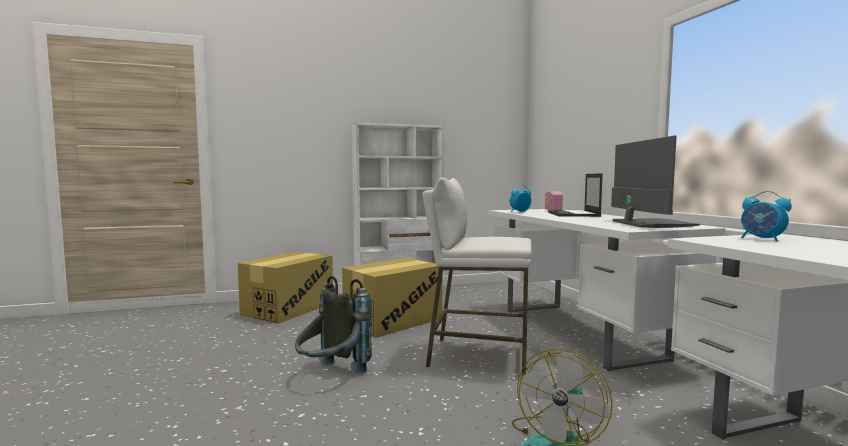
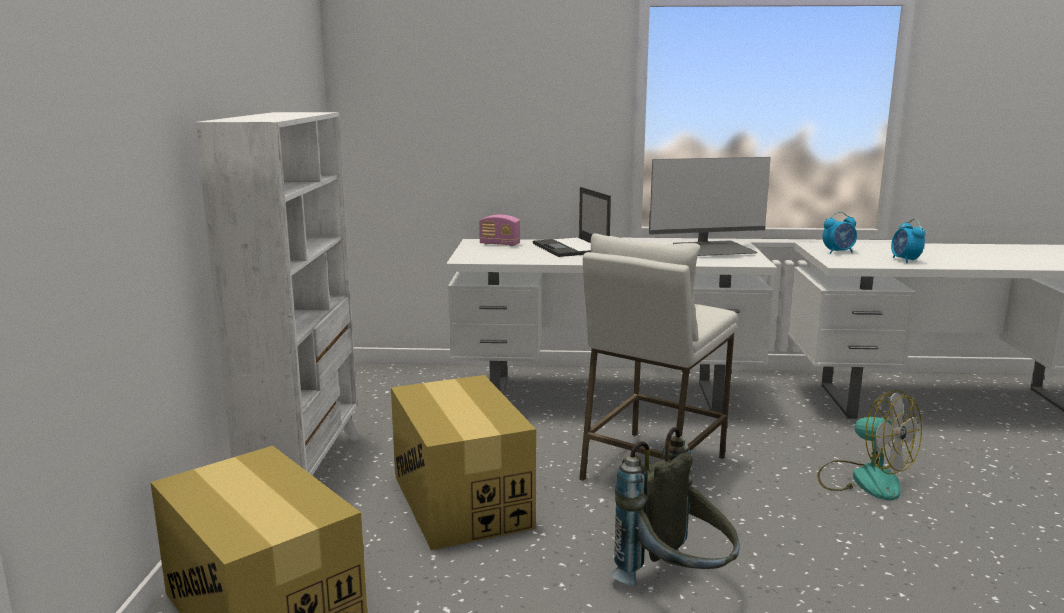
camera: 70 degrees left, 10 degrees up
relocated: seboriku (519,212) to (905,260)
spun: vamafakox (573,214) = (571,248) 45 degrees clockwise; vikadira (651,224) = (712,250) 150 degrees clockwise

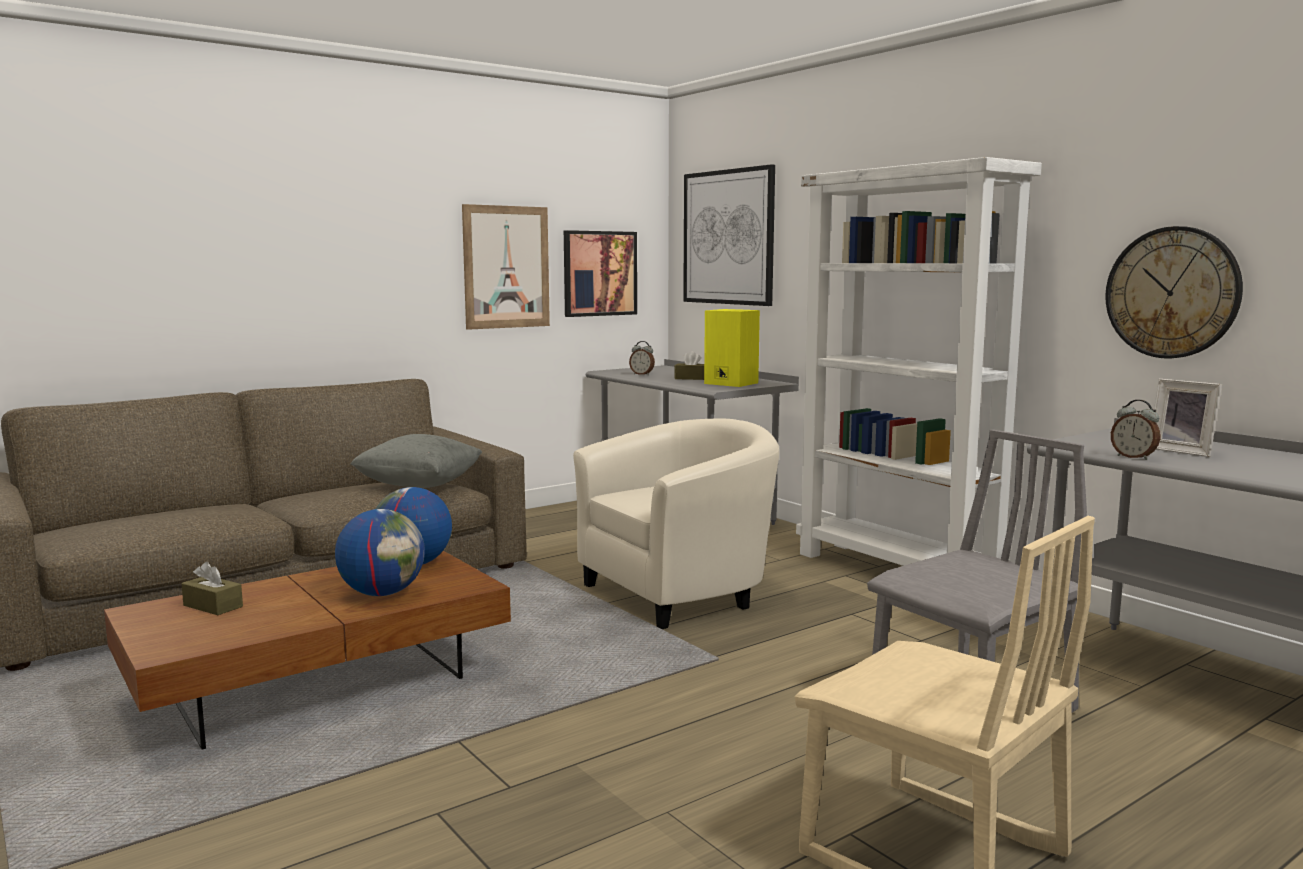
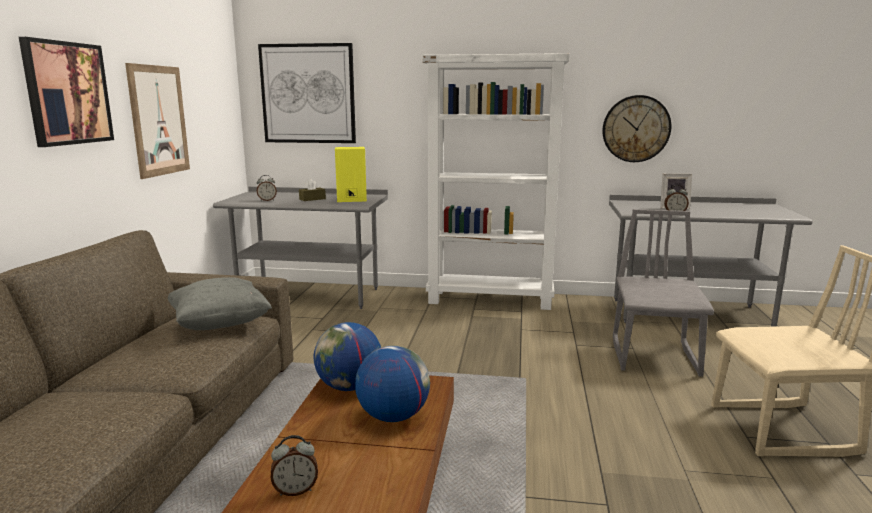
camera: 45 degrees left, 5 degrees up
missing: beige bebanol (680,593)
relocated: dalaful (599,273) to (67,93)
exchanged: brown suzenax (213,606) to seboriku (295,490)

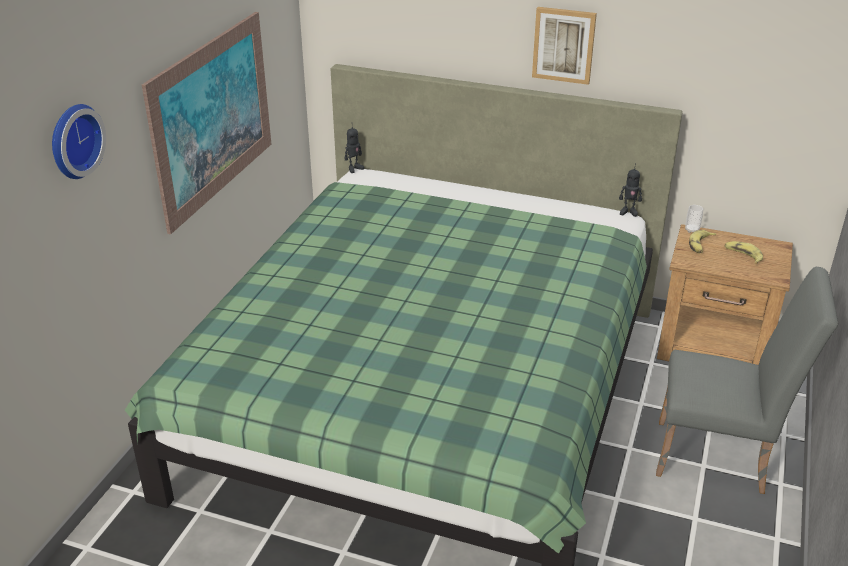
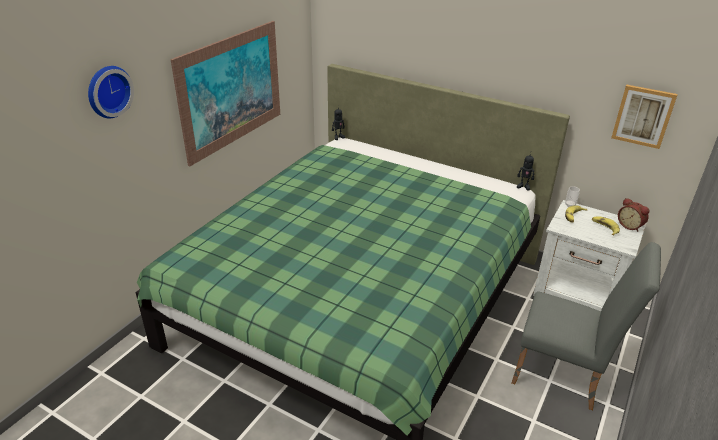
camera: 10 degrees right, 0 degrees up
appeared: seboriku (630,226)
relocated: dalaful (564,45) to (643,116)
colour: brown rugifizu (714,347) to white rugifizu (578,293)

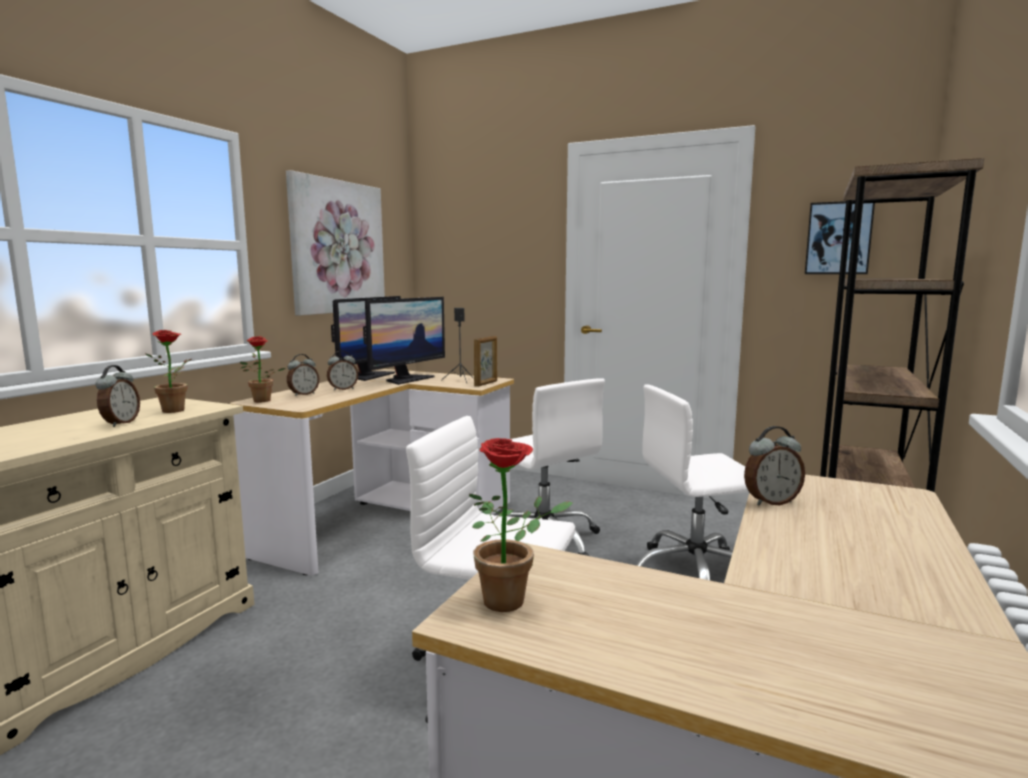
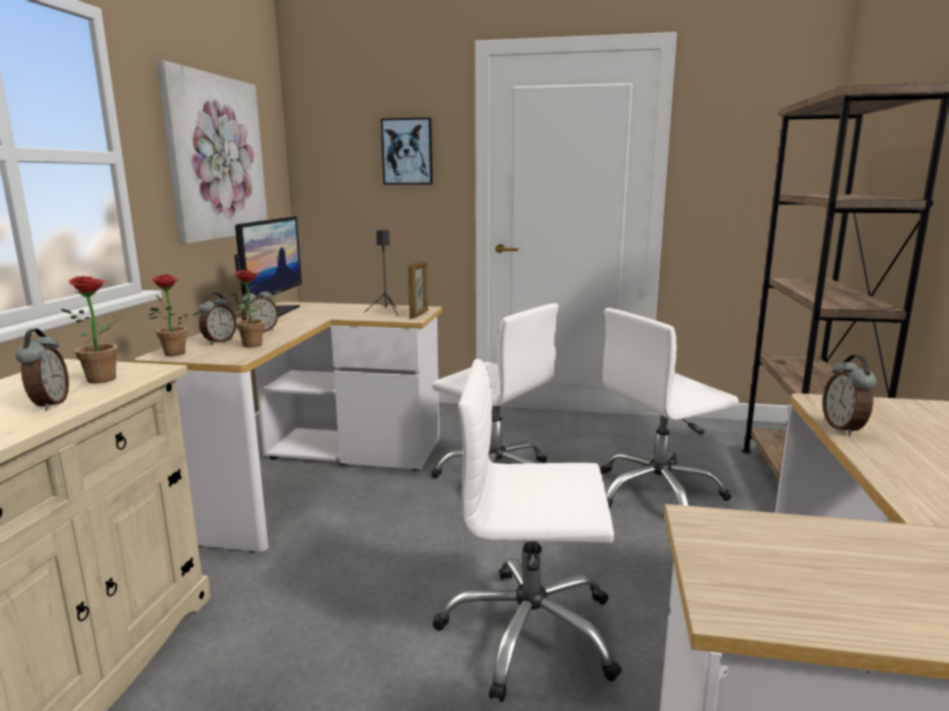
camera: 15 degrees left, 5 degrees up
missing: vikadira (406,379)
relocated: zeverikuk (513,601) to (257,344); dalaful (838,238) to (407,151)
spun: seboriku (771,502) = (844,428) 120 degrees clockwise

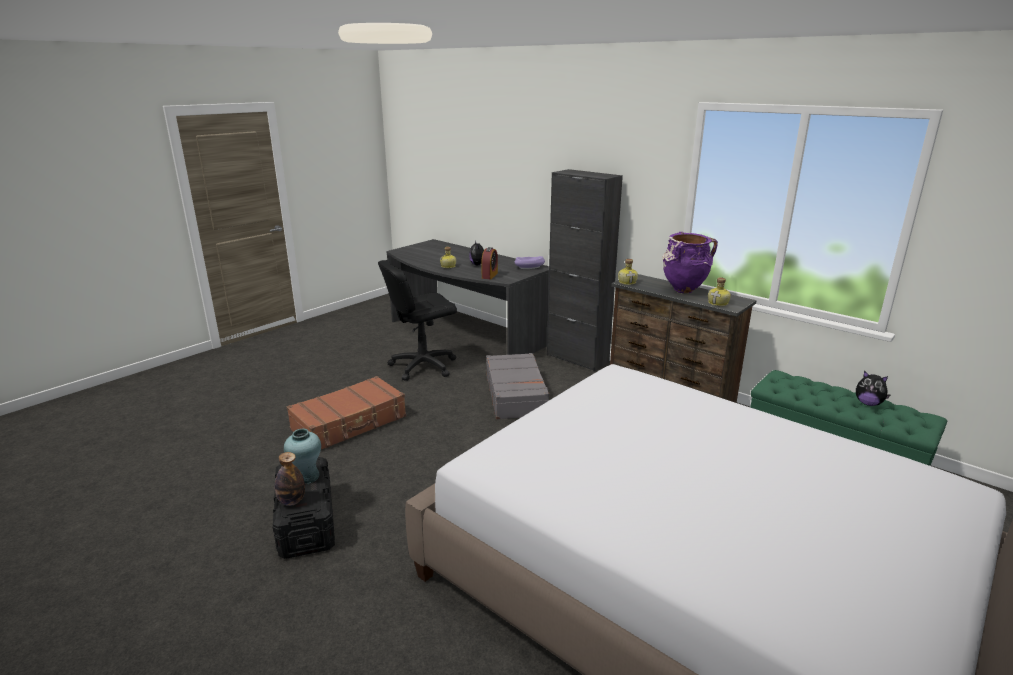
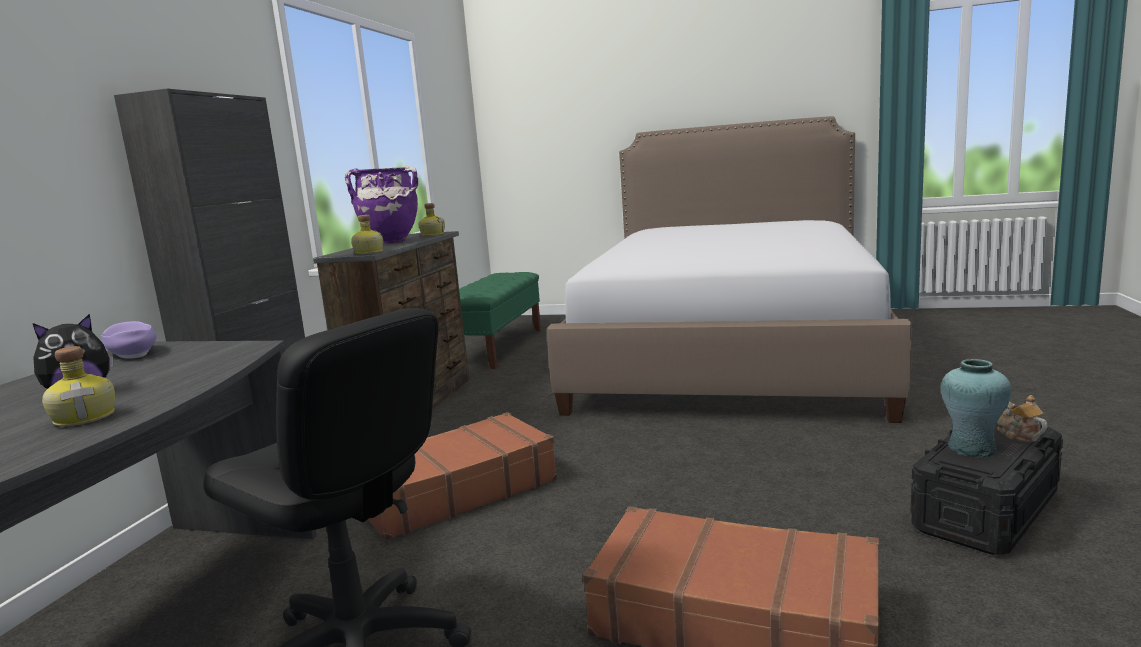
camera: 115 degrees left, 10 degrees down
missing: seboriku (489,275); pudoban (868,403)
exchanged: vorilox (292,501) to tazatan (1018,435)
colour: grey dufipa (516,395) to brown dufipa (455,491)

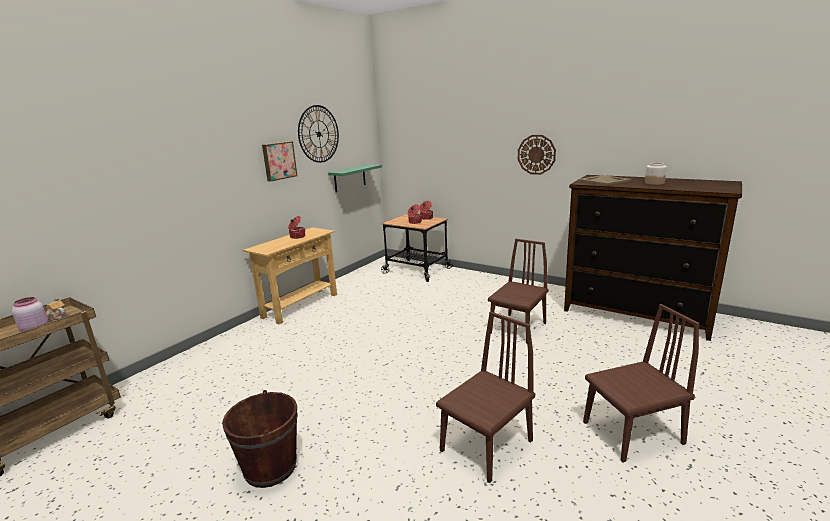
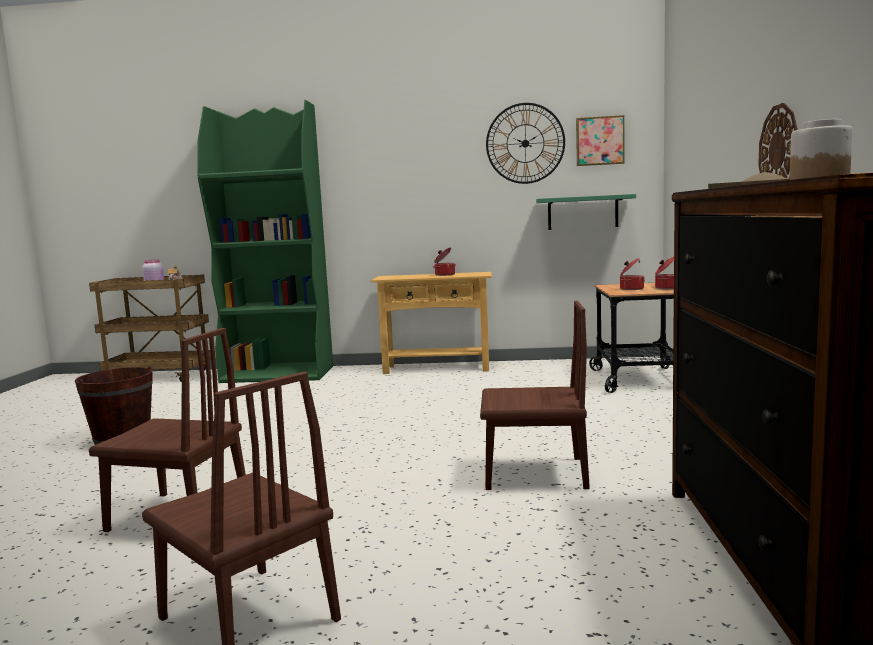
camera: 60 degrees right, 10 degrees down
appeared: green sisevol (279,374)
relocated: dalaful (278,160) to (599,141)

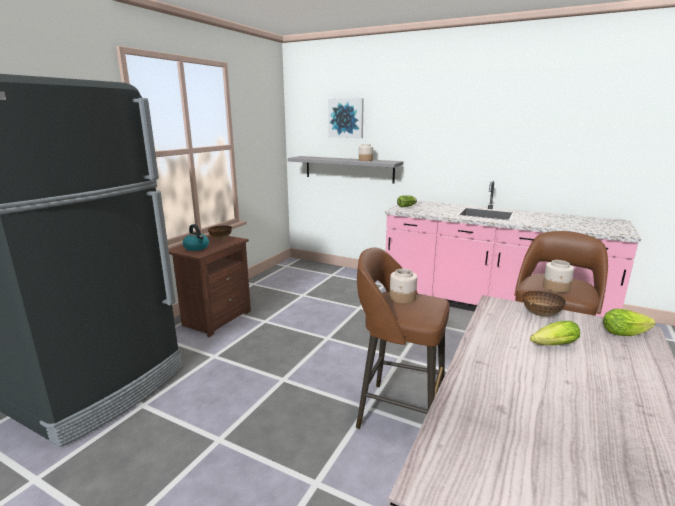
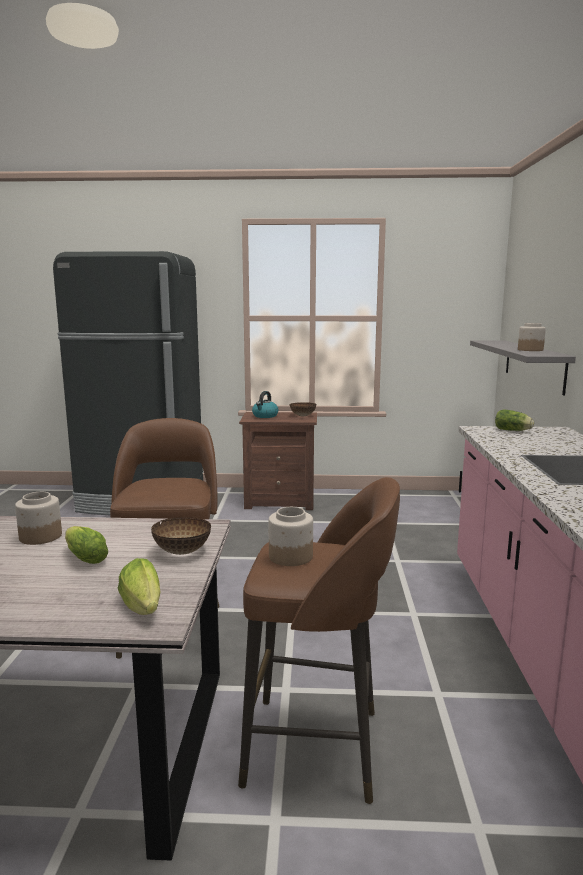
camera: 65 degrees right, 5 degrees down
missing: dalaful (346,118)
relocated: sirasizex (402,298) to (40,537)

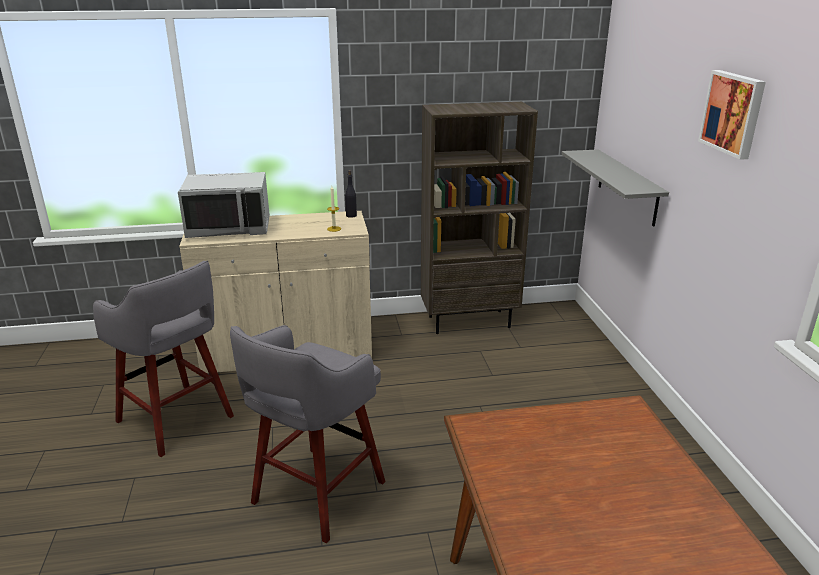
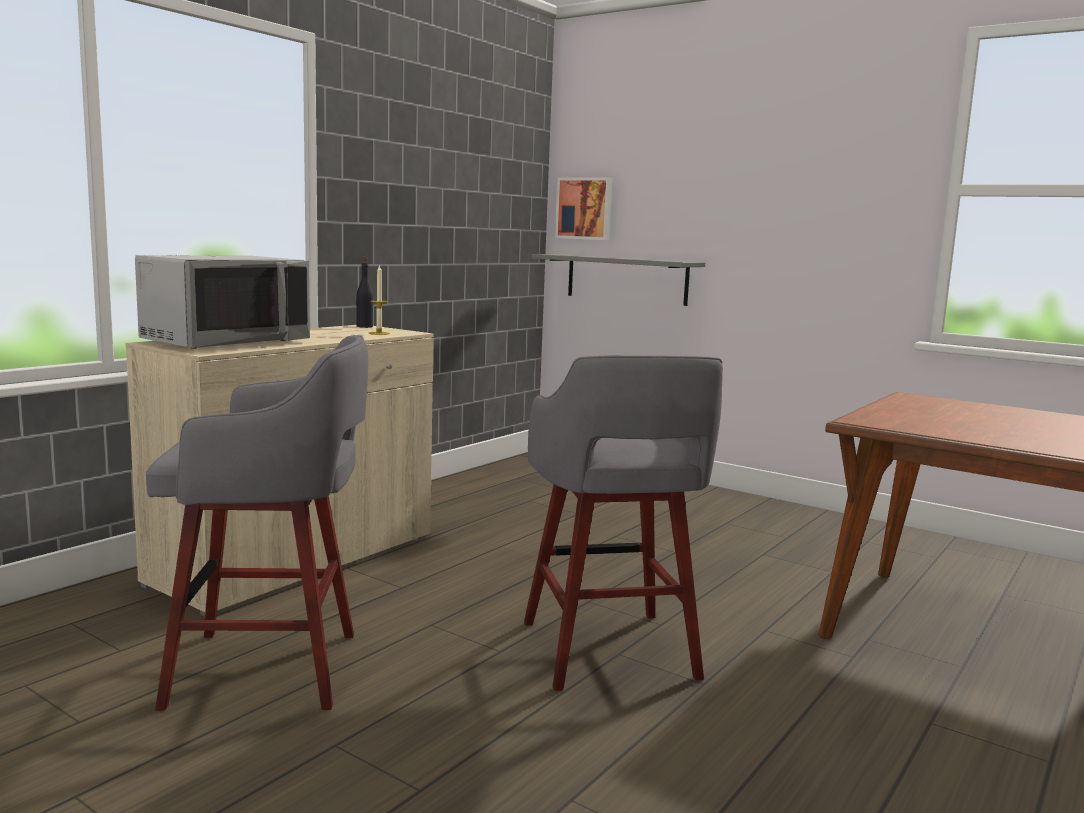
camera: 45 degrees left, 15 degrees down
missing: brown sisevol (469,321)
relocated: dalaful (733,113) to (585,208)

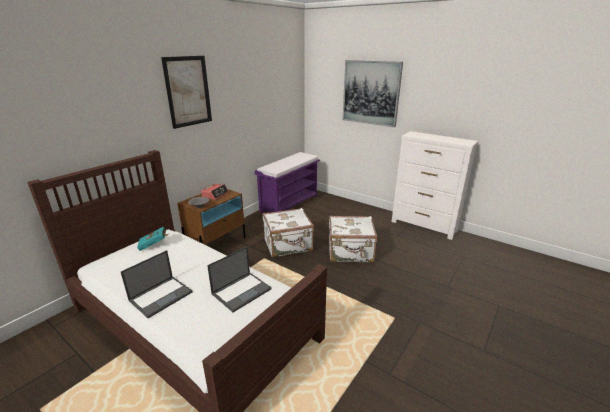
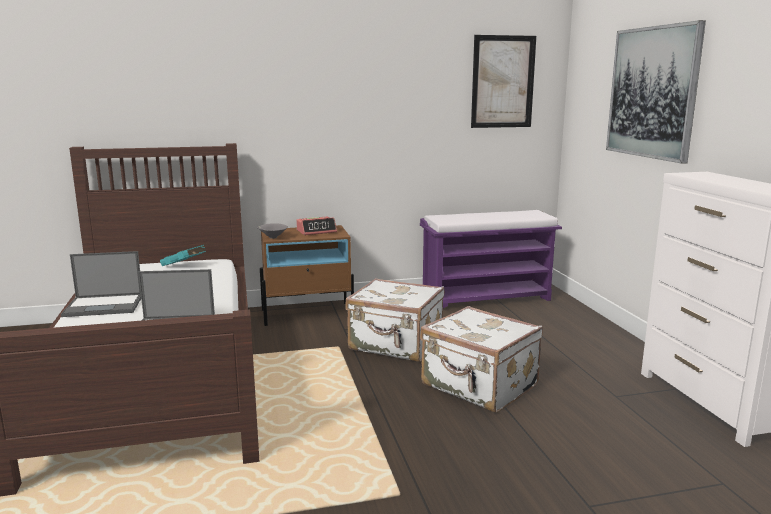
camera: 40 degrees right, 10 degrees down
relocated: dalaful (188,91) to (503,82)

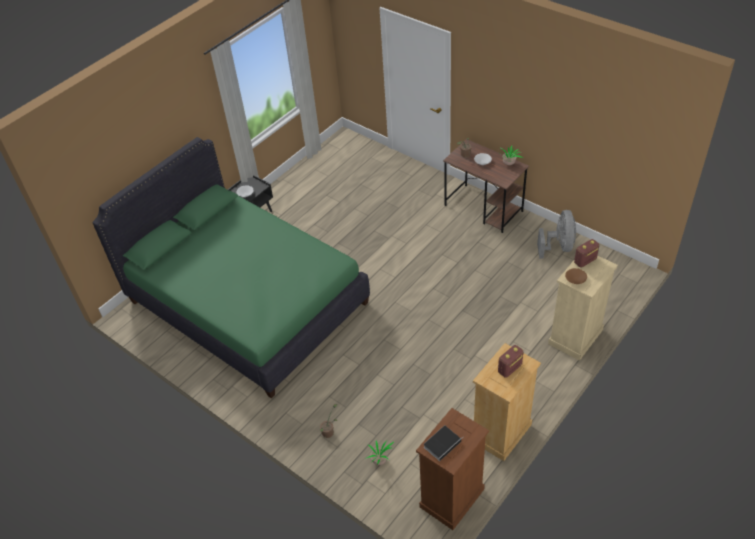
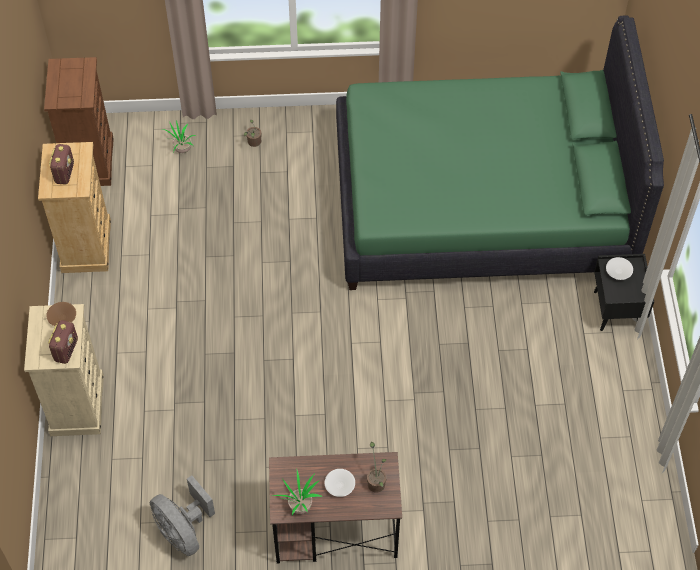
camera: 135 degrees right, 10 degrees up
missing: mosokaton (442,443)

